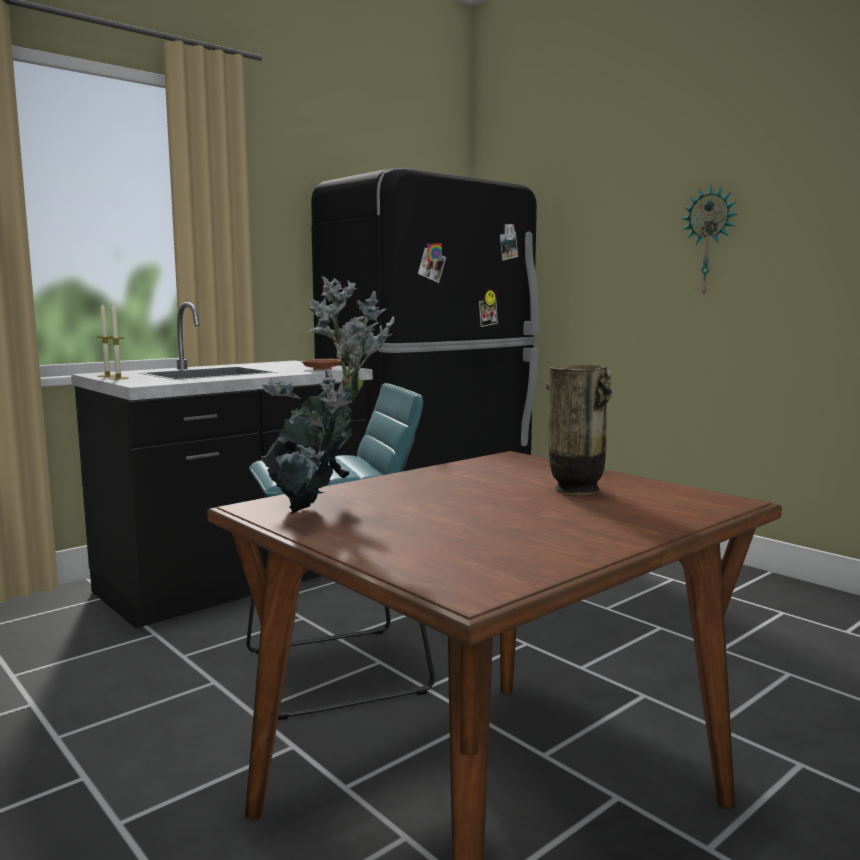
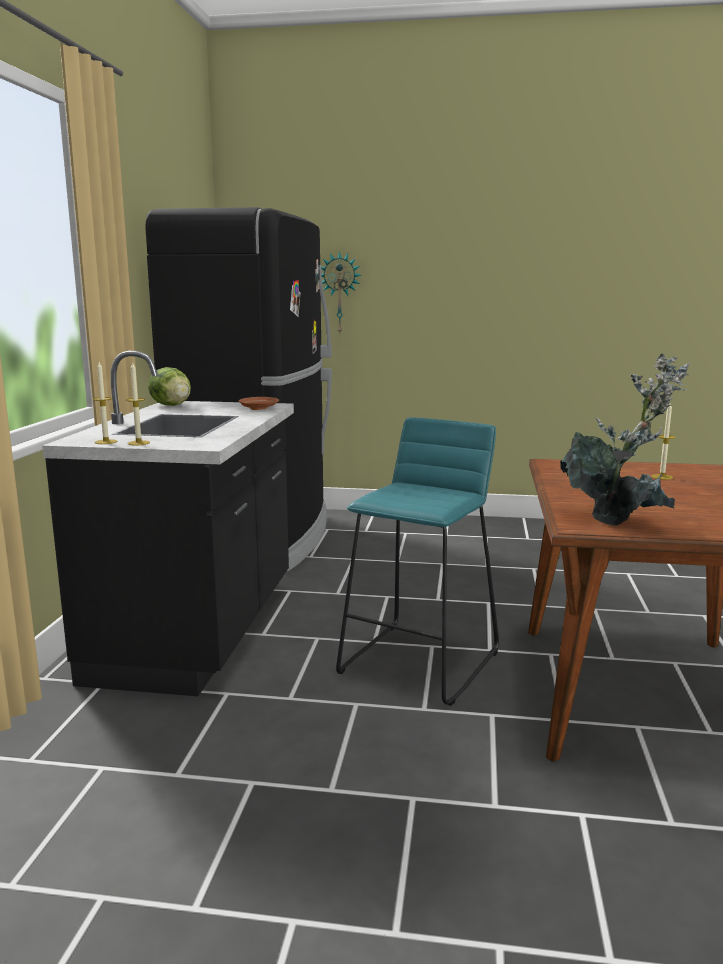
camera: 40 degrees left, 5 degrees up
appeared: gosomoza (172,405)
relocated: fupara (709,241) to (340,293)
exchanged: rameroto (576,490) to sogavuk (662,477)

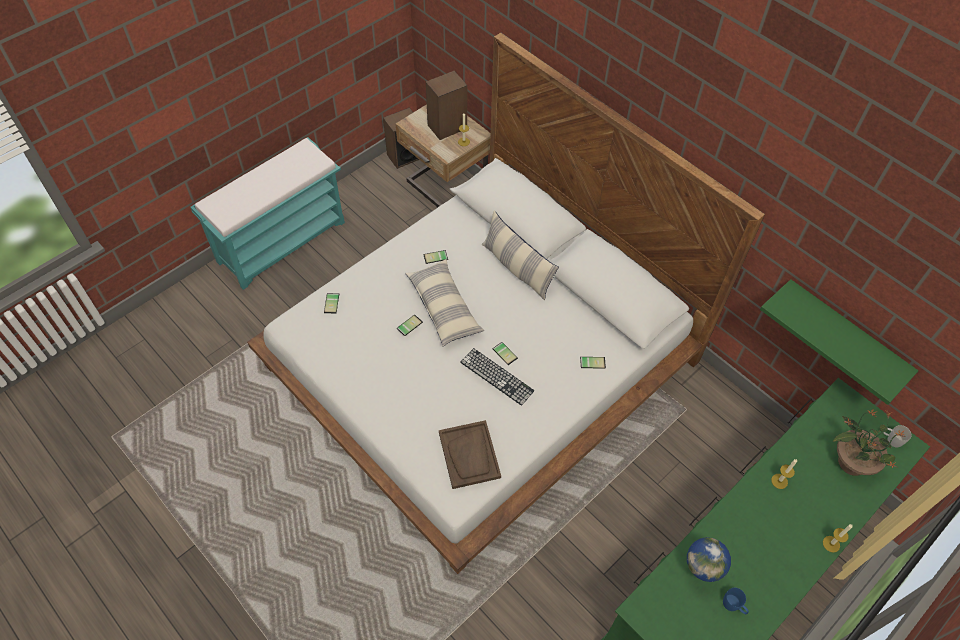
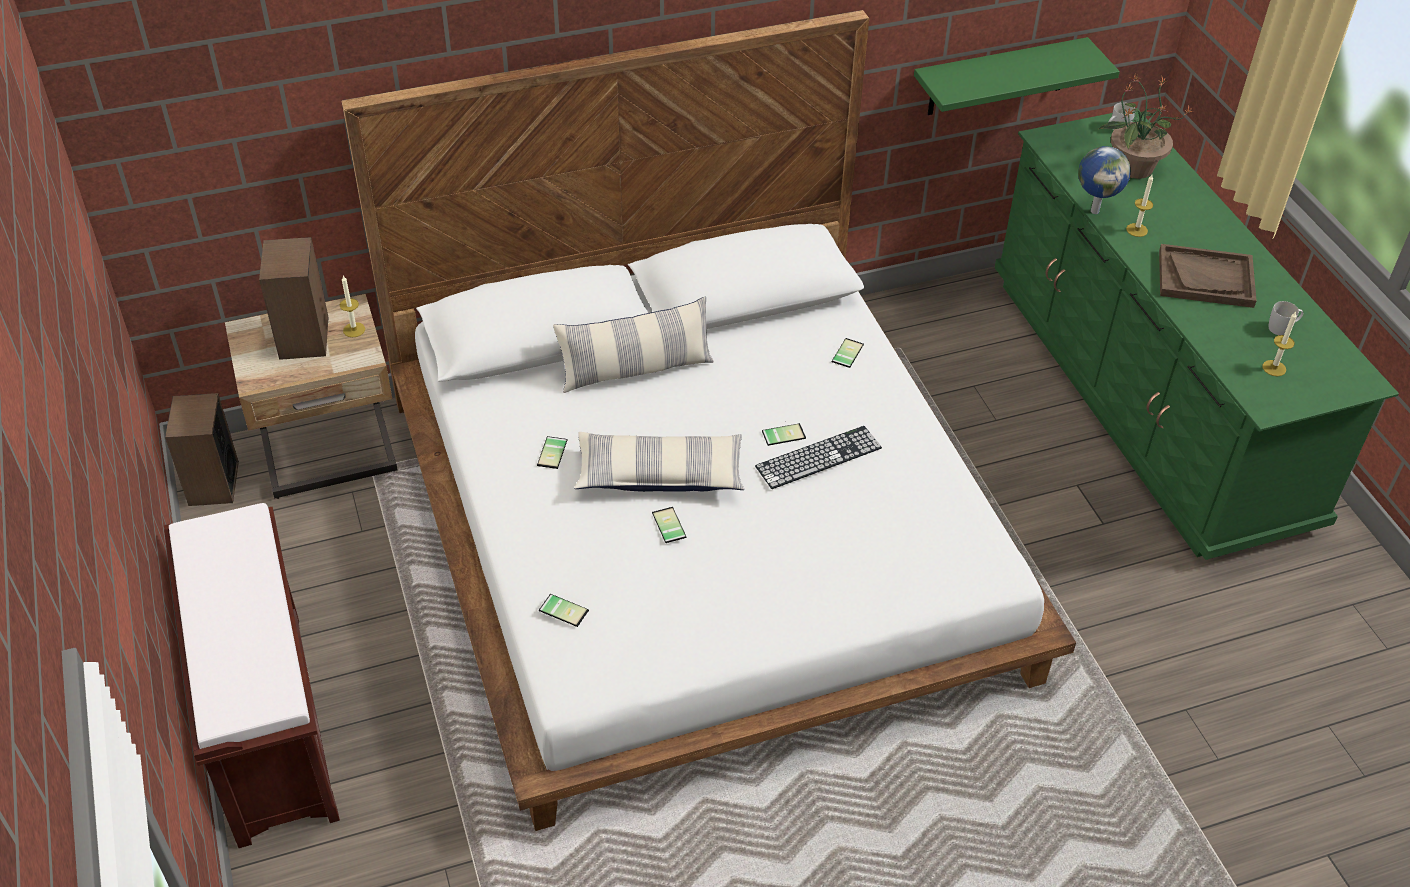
camera: 65 degrees left, 10 degrees down
relocated: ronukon (700,572) to (1094,210); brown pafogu (469,455) to (1206,278); sogavuk (831,544) to (1274,368)
colour: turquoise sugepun (282,241) to brown sugepun (268,723); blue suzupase (733,606) to white suzupase (1283,328)

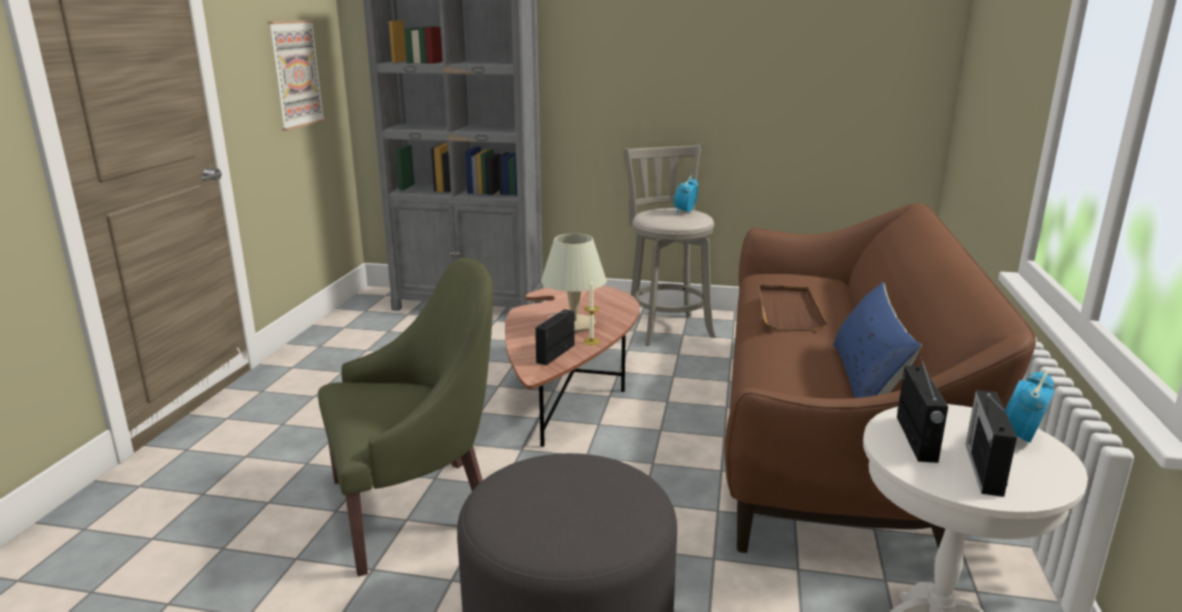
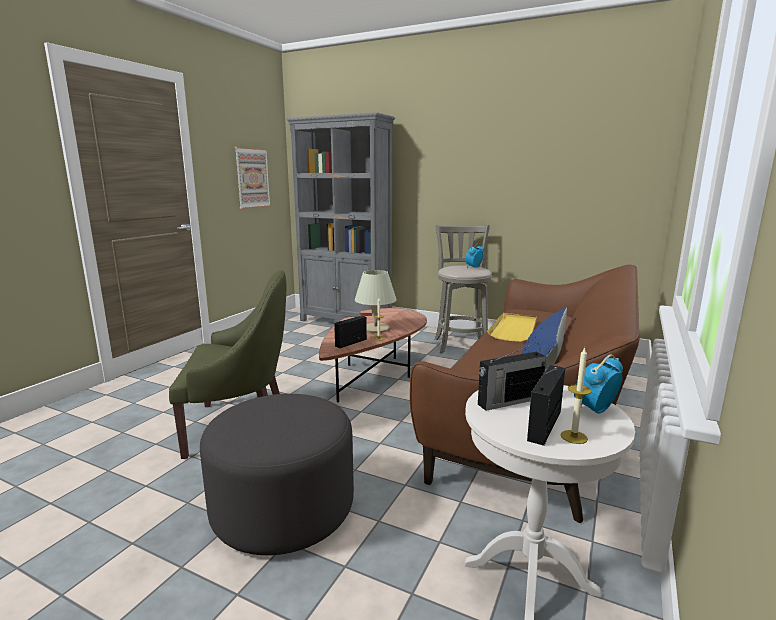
camera: 15 degrees right, 5 degrees down
appeared: sogavuk (574,437)
colour: brown pafogu (788,311) to yellow pafogu (514,329)
spun: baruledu (916,439) = (508,401) 45 degrees clockwise

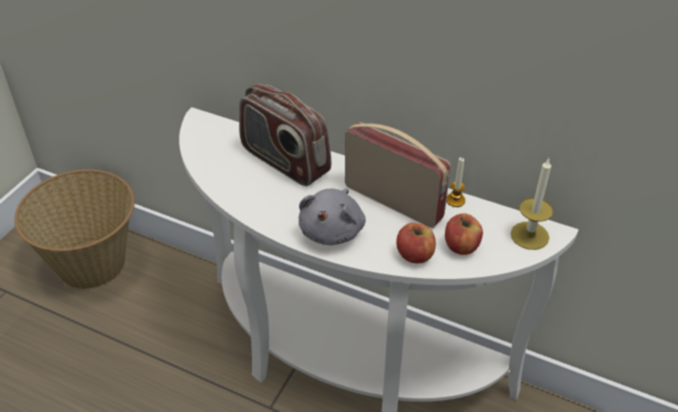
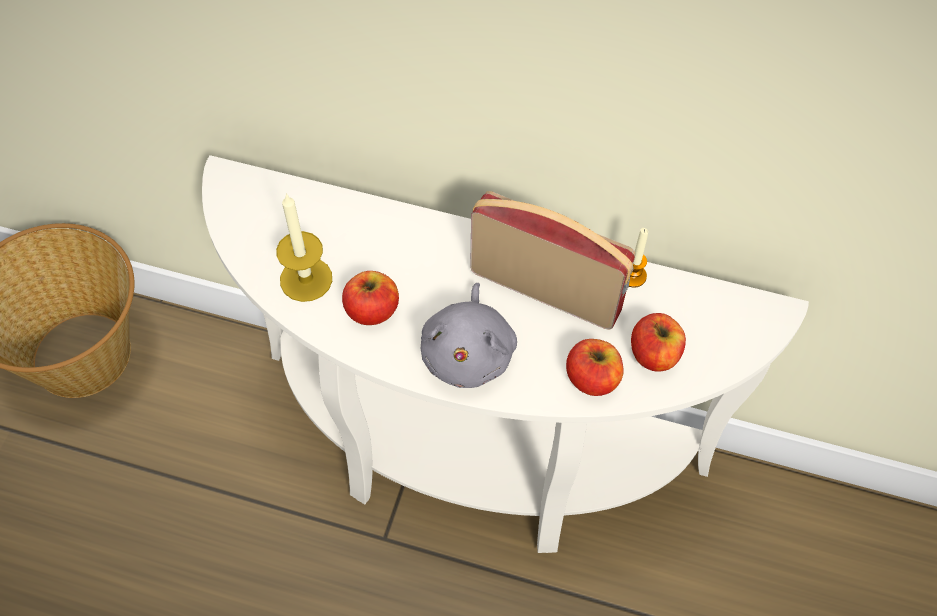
camera: 10 degrees left, 15 degrees up
missing: baruledu (284,161)
appeared: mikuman (372,310)
relocated: sogavuk (529,235) to (306,279)

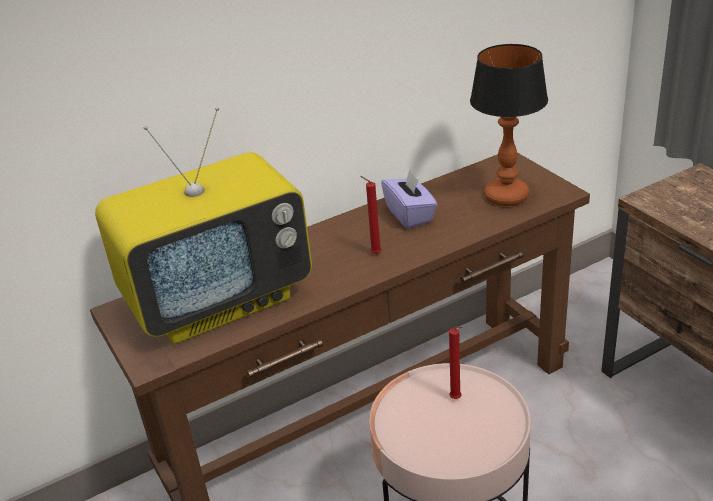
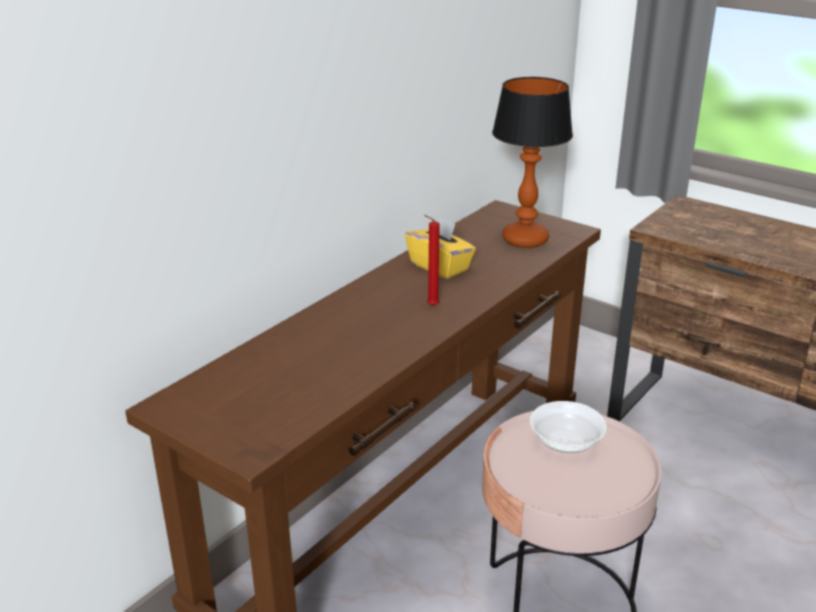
camera: 25 degrees left, 5 degrees down
missing: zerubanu (219,300)
exchanged: red sogavuk (457,399) to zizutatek (566,442)
colour: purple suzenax (410,215) to yellow suzenax (440,266)

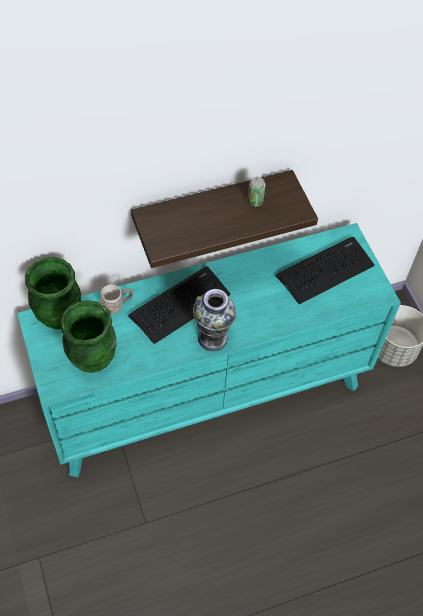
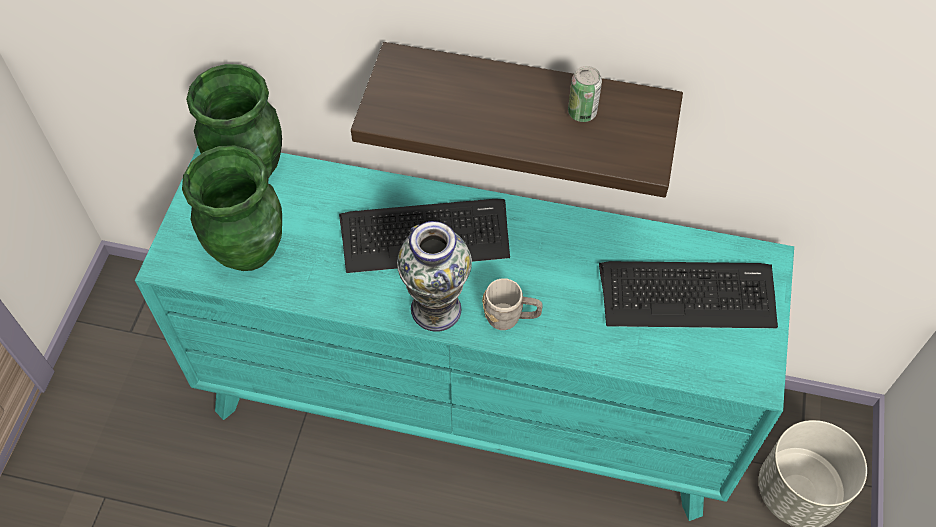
camera: 35 degrees right, 0 degrees up
relocated: grey suzupase (117,305) to (511,318)

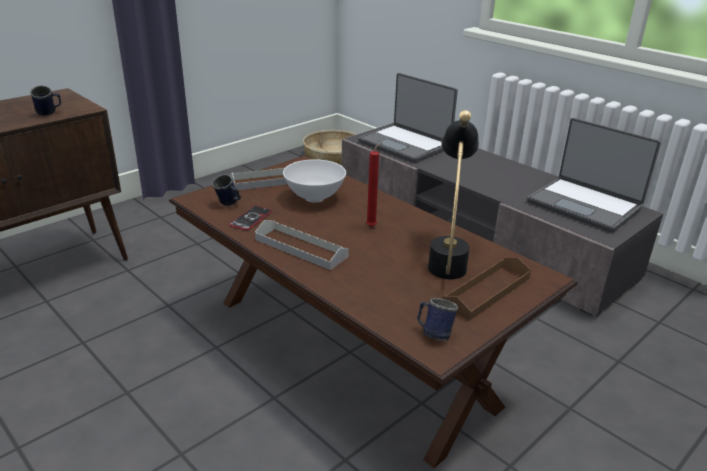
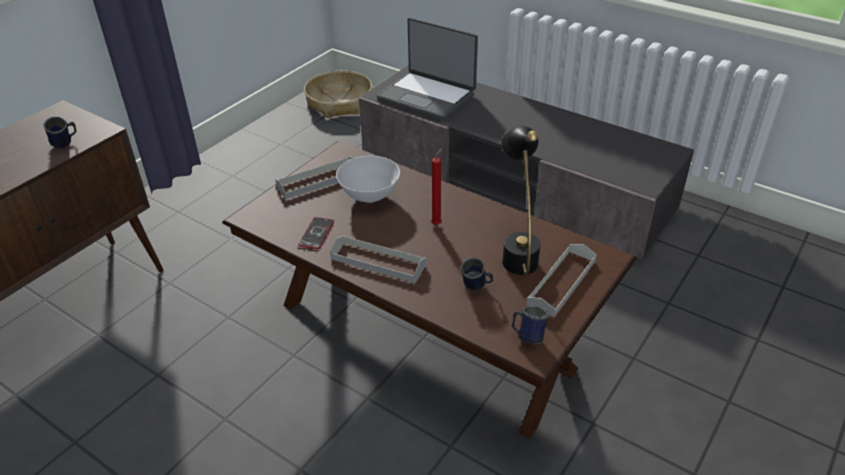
camera: 10 degrees left, 10 degrees up
missing: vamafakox (584,205)
relocated: blue suzupase (229,204) to (477,287)
colour: brown pafogu (487,291) to grey pafogu (561,282)

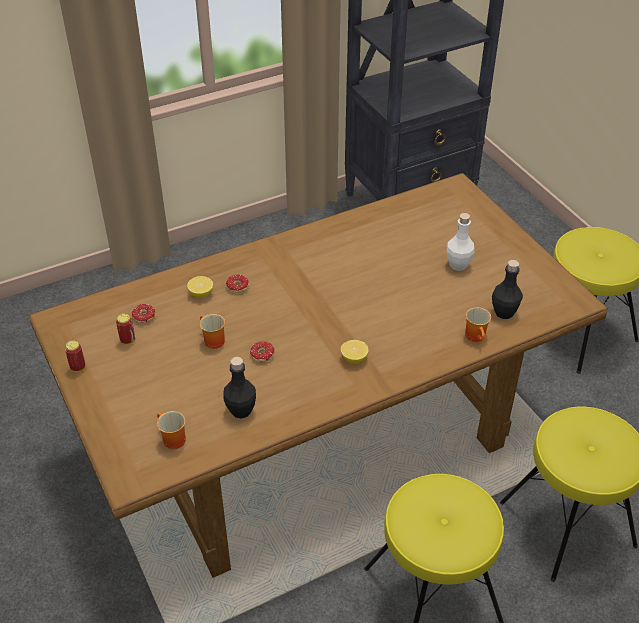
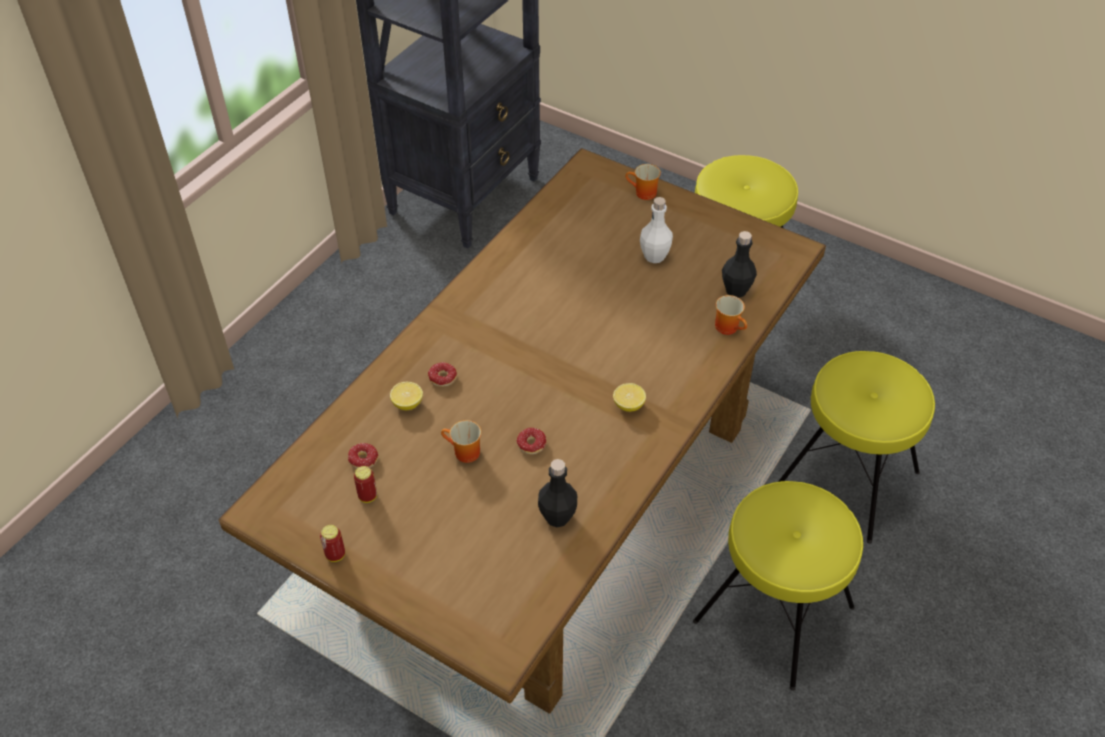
camera: 30 degrees left, 5 degrees up
relocated: suzupase (171,440) to (643,194)

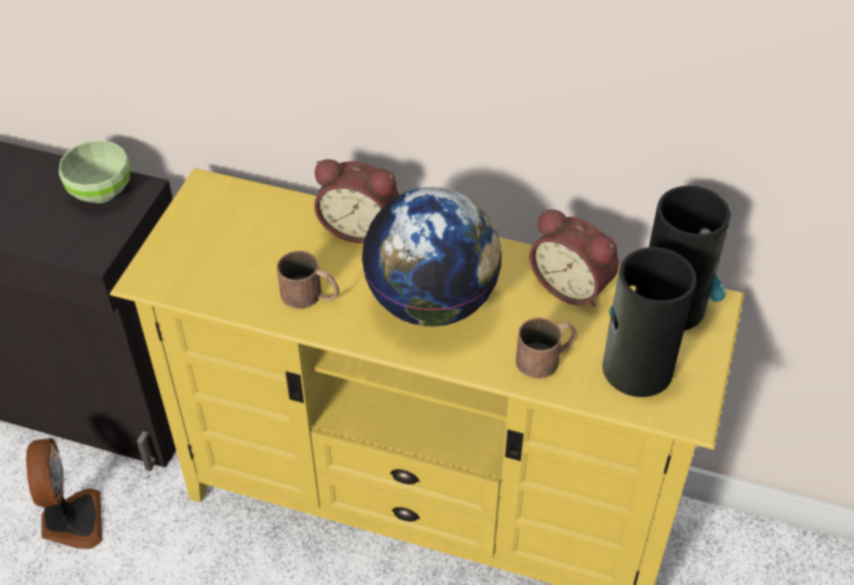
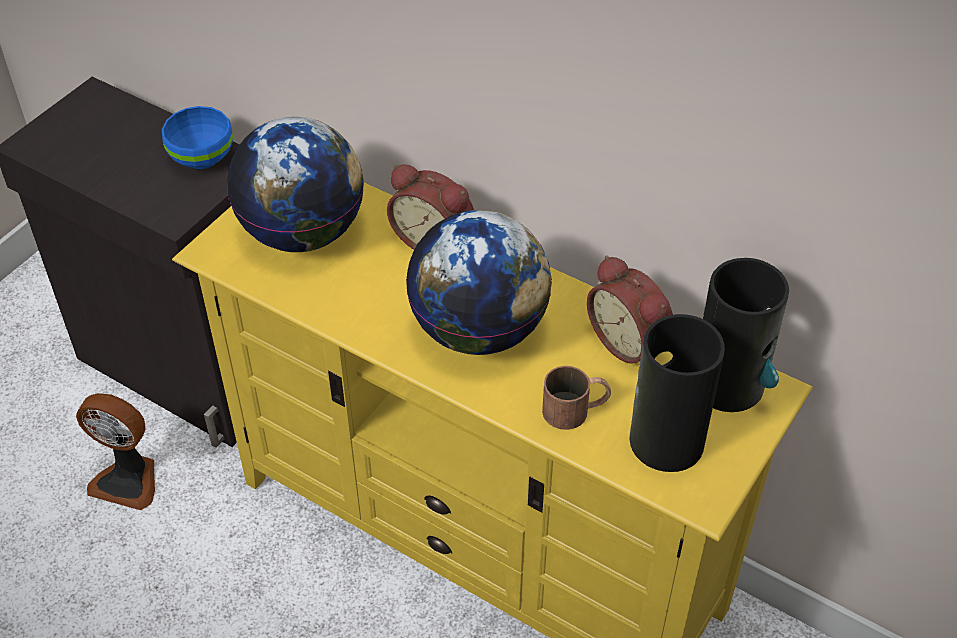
camera: 15 degrees right, 0 degrees up
missing: brown suzupase (310,296)
appeared: ronukon (303,233)
colour: green zizutatek (100,192) to blue zizutatek (201,159)
spun: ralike (71,521) = (128,480) 105 degrees clockwise

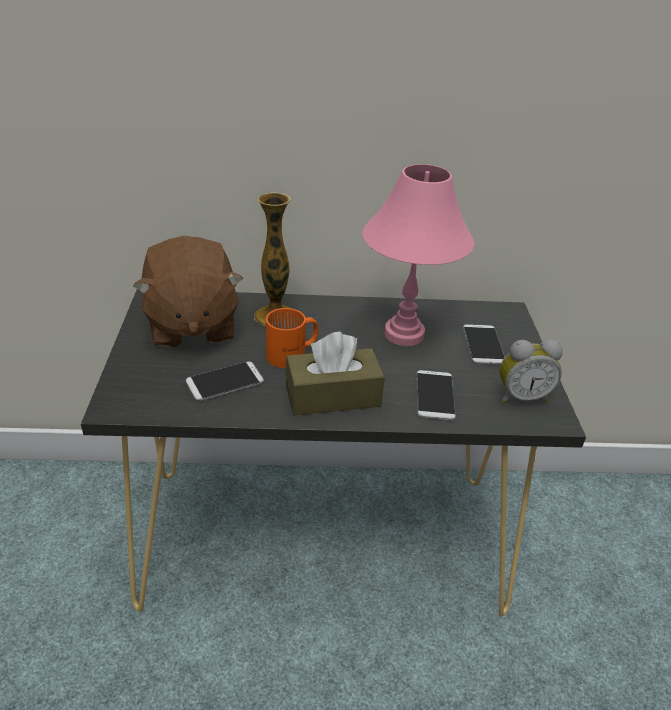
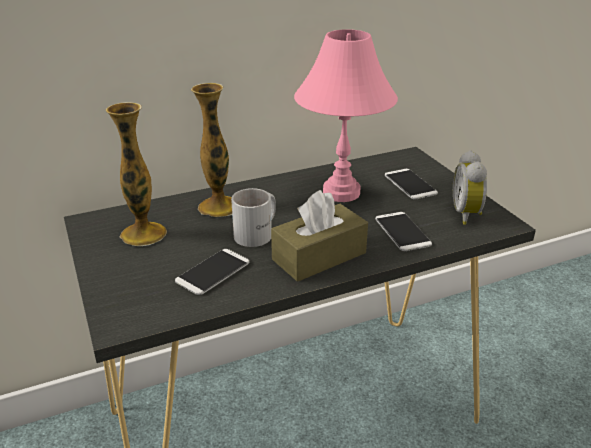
camera: 20 degrees left, 5 degrees down
exchanged: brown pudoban (191,325) to rameroto (143,234)
colour: orange suzupase (293,354) to white suzupase (259,233)
spun: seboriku (521,397) = (467,214) 120 degrees clockwise

